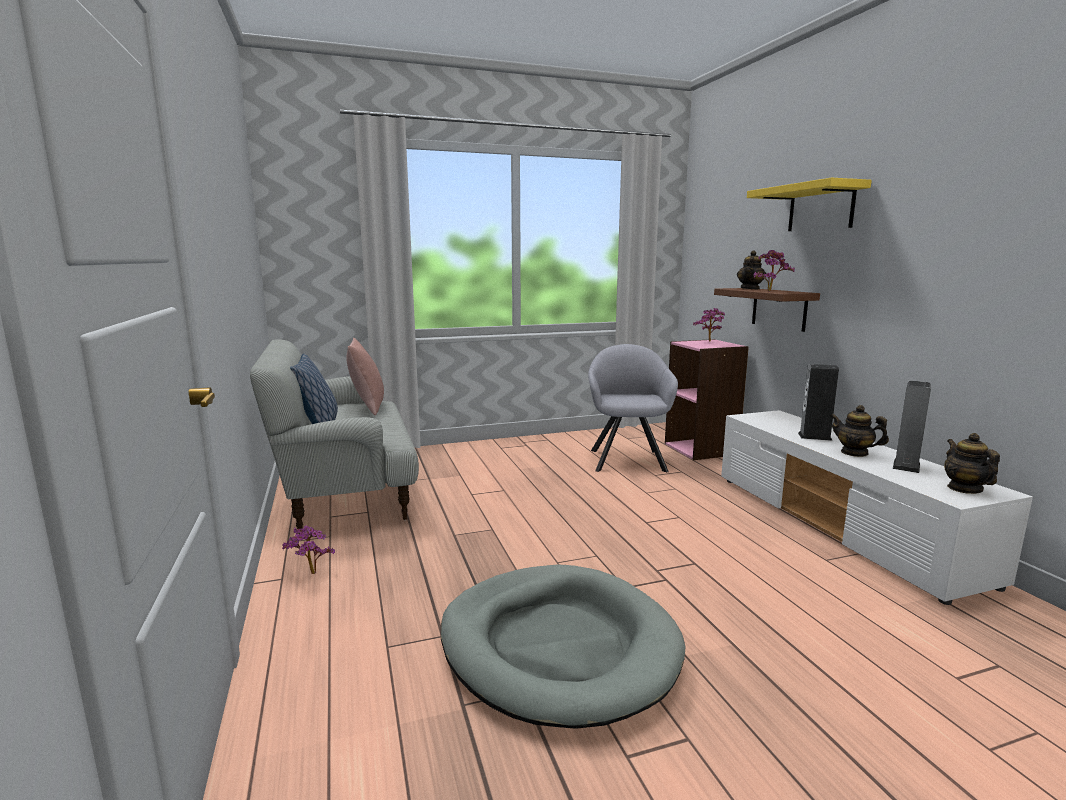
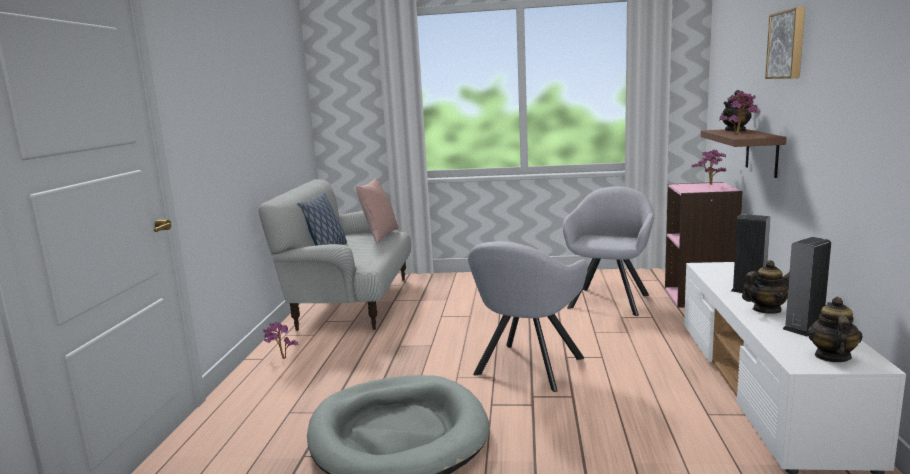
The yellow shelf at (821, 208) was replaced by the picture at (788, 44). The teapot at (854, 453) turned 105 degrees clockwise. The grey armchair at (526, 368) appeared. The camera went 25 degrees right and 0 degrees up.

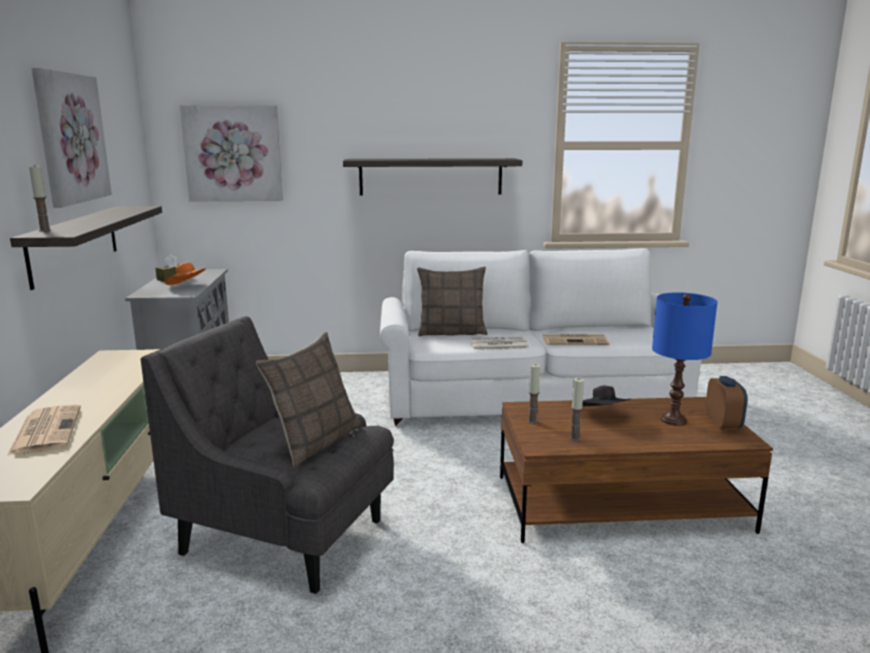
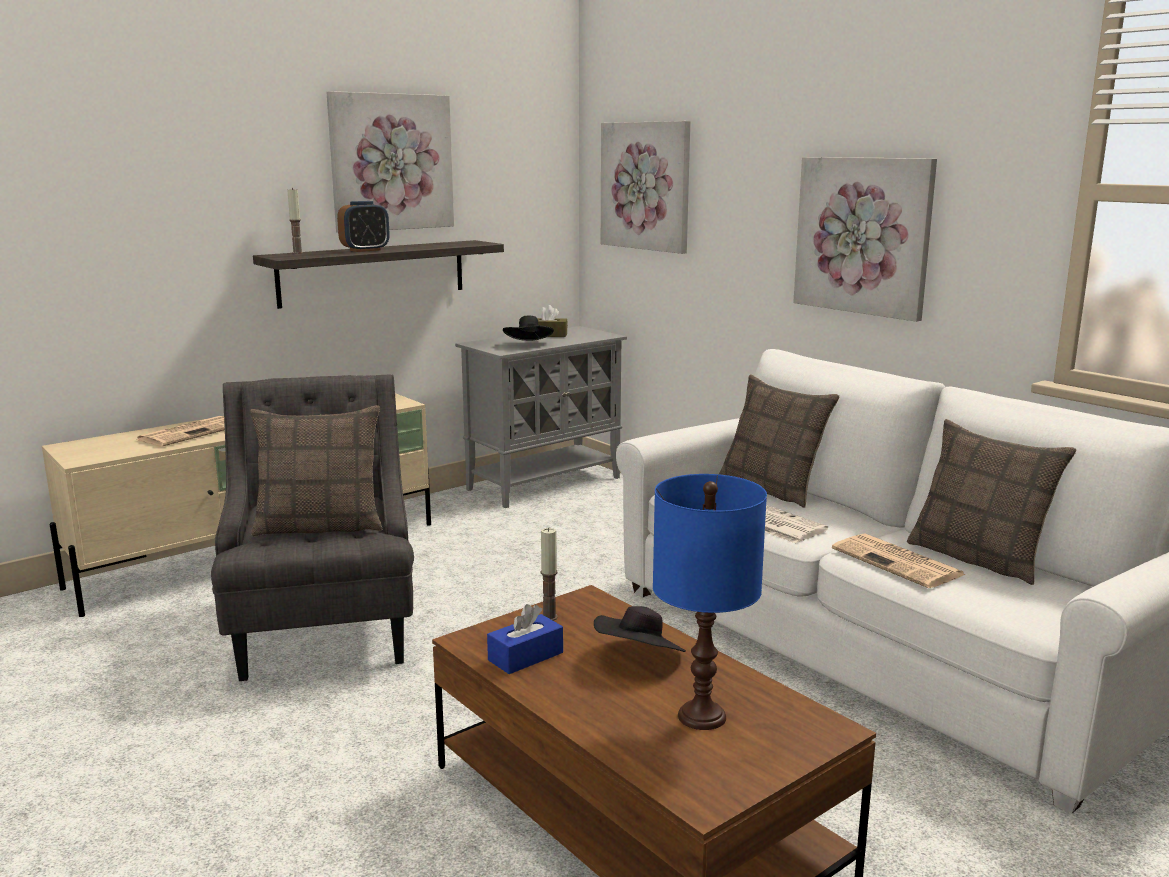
The orange hat at (187, 286) became the black hat at (529, 344). The shelf at (431, 176) was replaced by the picture at (863, 235). The candle at (575, 438) was replaced by the blue tissue box at (525, 656). The alarm clock moved from (723, 424) to (365, 250). The pillow at (979, 558) appeared. The camera went 55 degrees right and 0 degrees up.

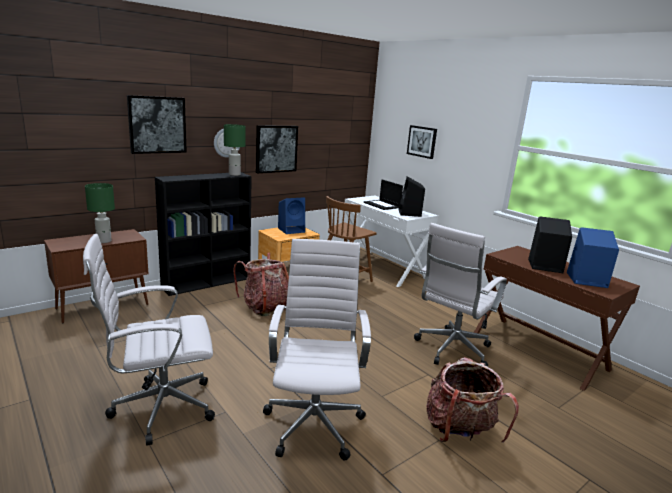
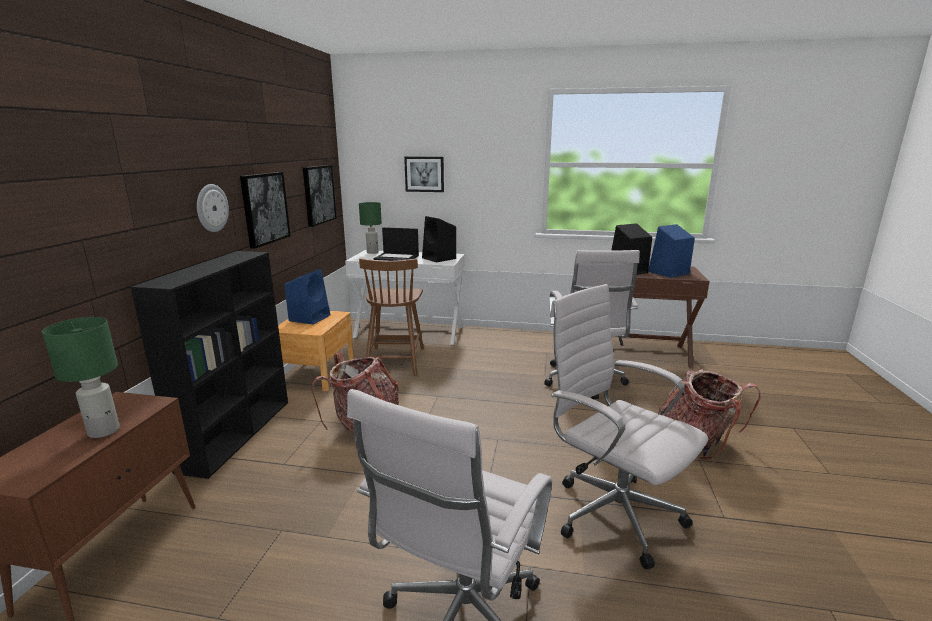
The picture moved from (157, 125) to (318, 194). The green table lamp moved from (234, 174) to (372, 252). The camera went 40 degrees left and 0 degrees up.

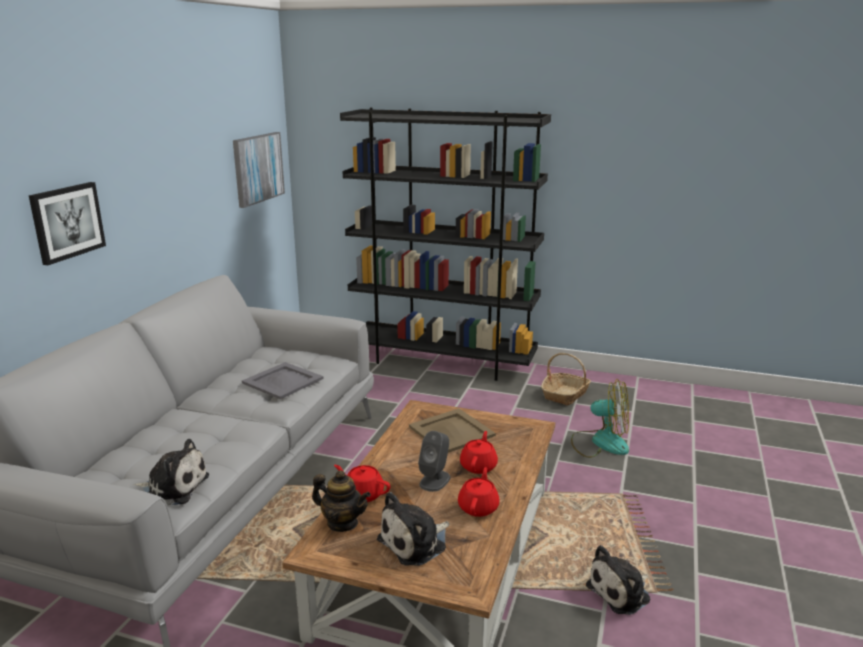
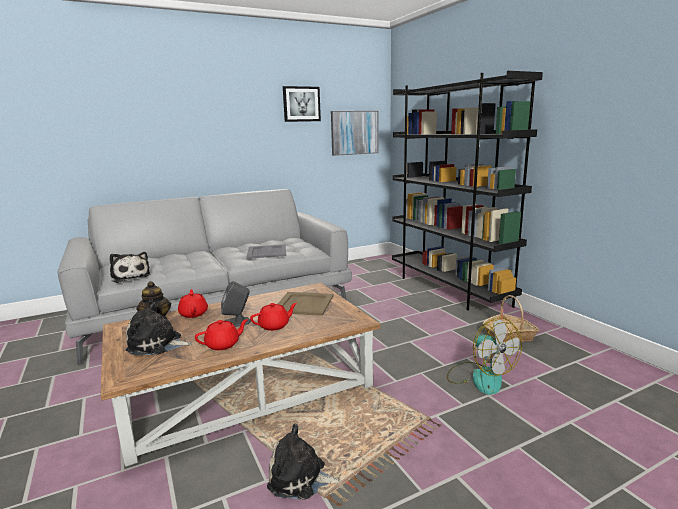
The picture moved from (67, 222) to (301, 104). The camera went 45 degrees right and 5 degrees down.

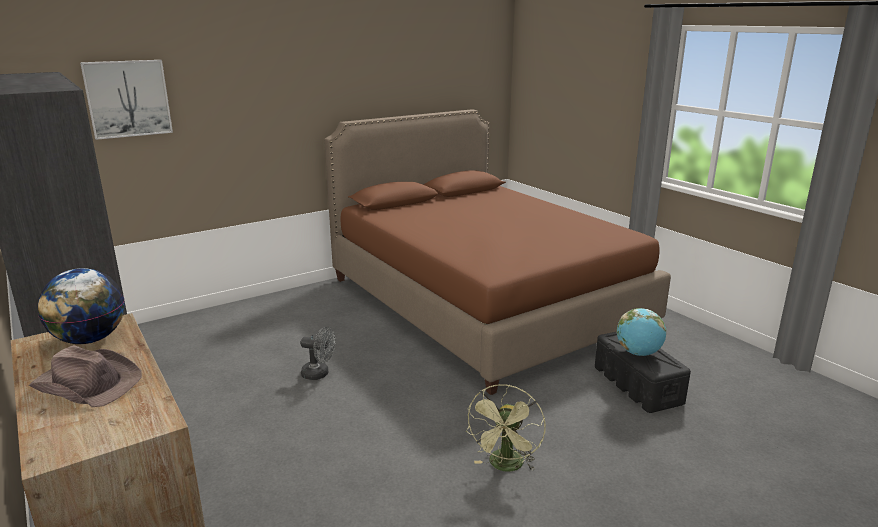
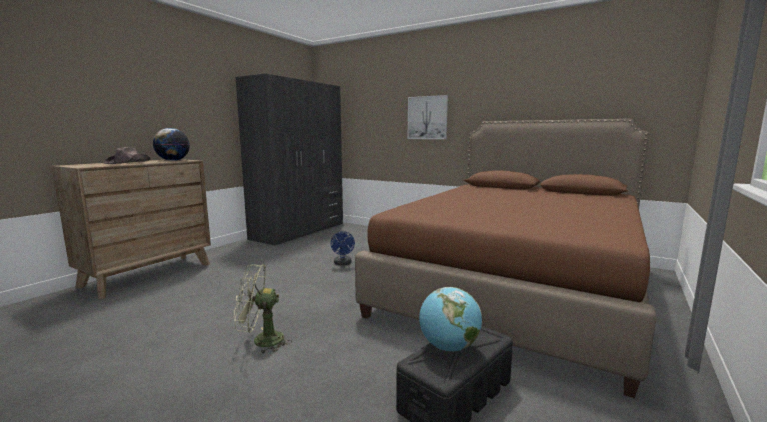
The picture moved from (128, 98) to (427, 117). The grey fan at (319, 374) became the blue fan at (343, 264). The camera went 65 degrees right and 10 degrees down.

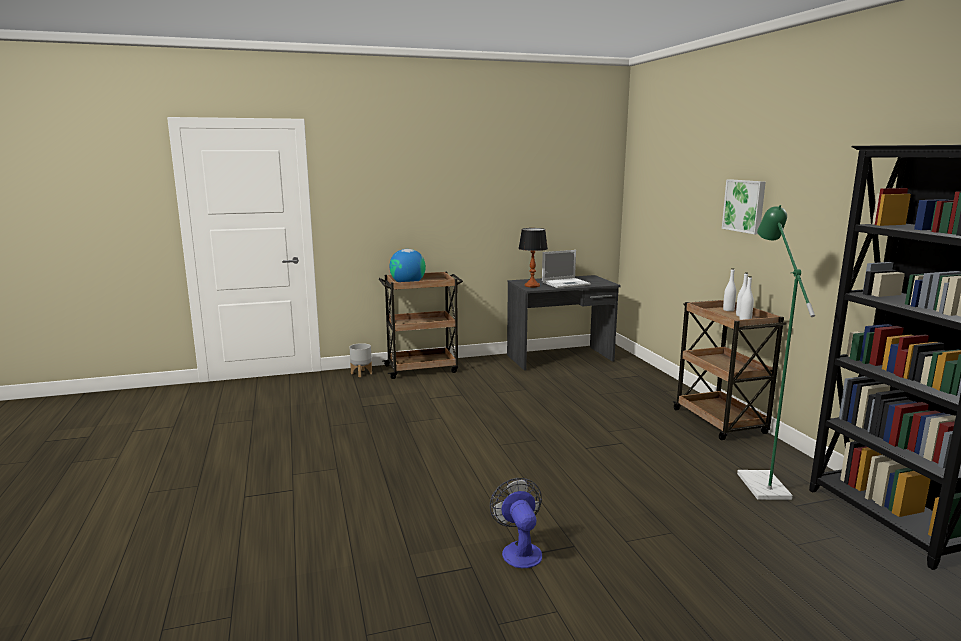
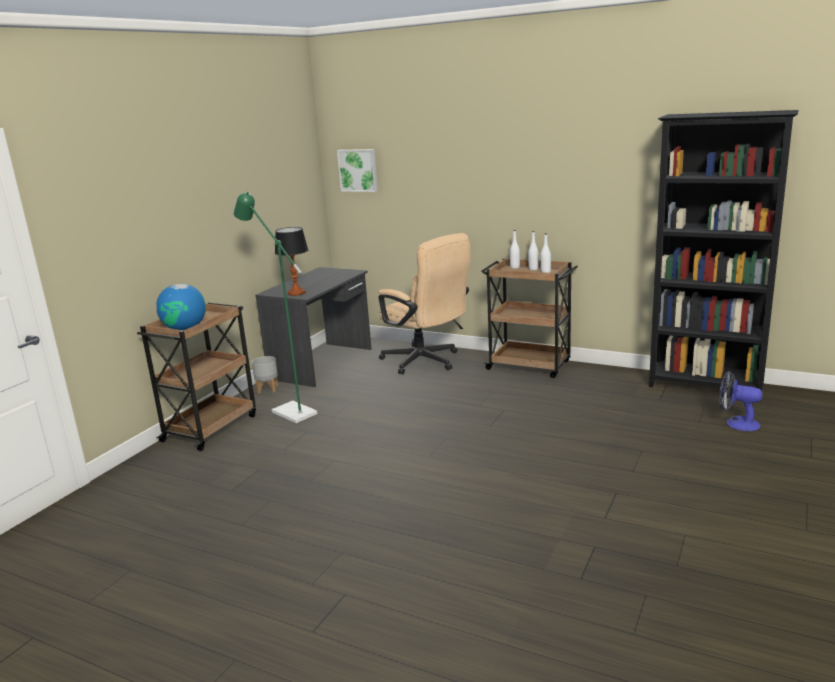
The grey planter moved from (361, 373) to (267, 389). The fan moved from (519, 550) to (736, 423). The laptop at (566, 283) disappeared. The picture moved from (745, 206) to (358, 170). The green floor lamp moved from (758, 480) to (289, 411). The beige office chair at (426, 362) appeared. The camera went 45 degrees left and 5 degrees up.

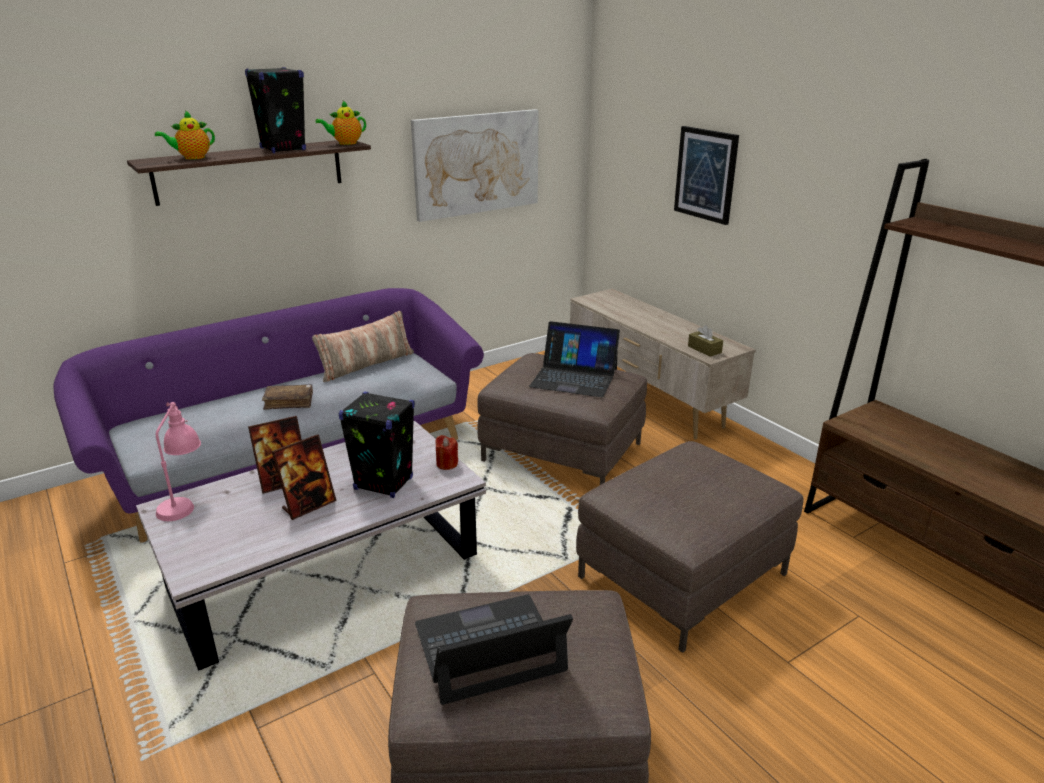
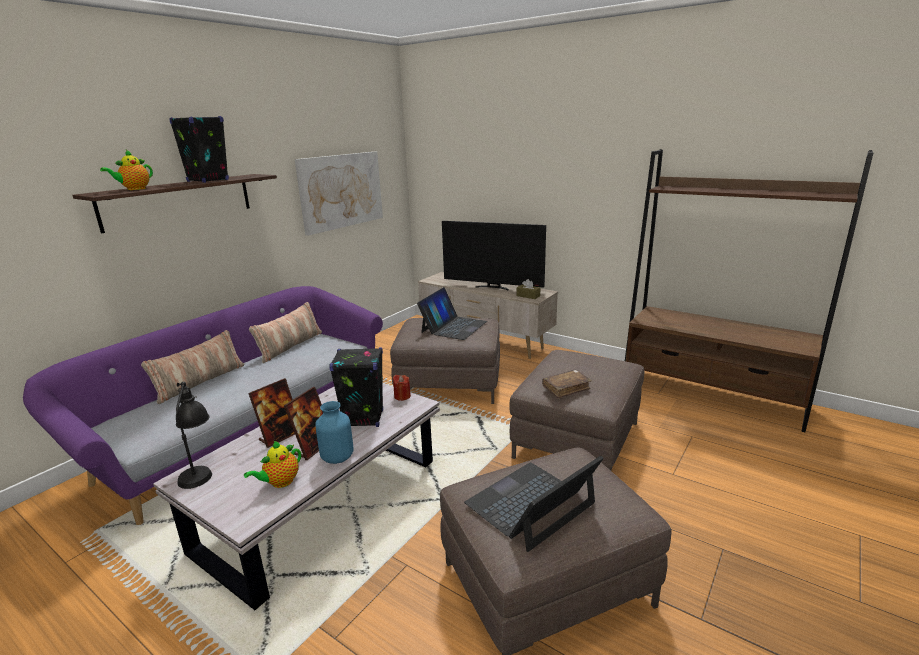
The pink table lamp at (183, 501) became the black table lamp at (198, 469). The brown book moved from (289, 402) to (566, 388). The teapot moved from (345, 143) to (280, 482). The laptop at (574, 377) turned 60 degrees counterclockwise. The picture at (706, 174) disappeared. The pillow at (200, 382) appeared. The blue vase at (337, 457) appeared. The television at (493, 287) appeared. The camera went 20 degrees left and 5 degrees down.

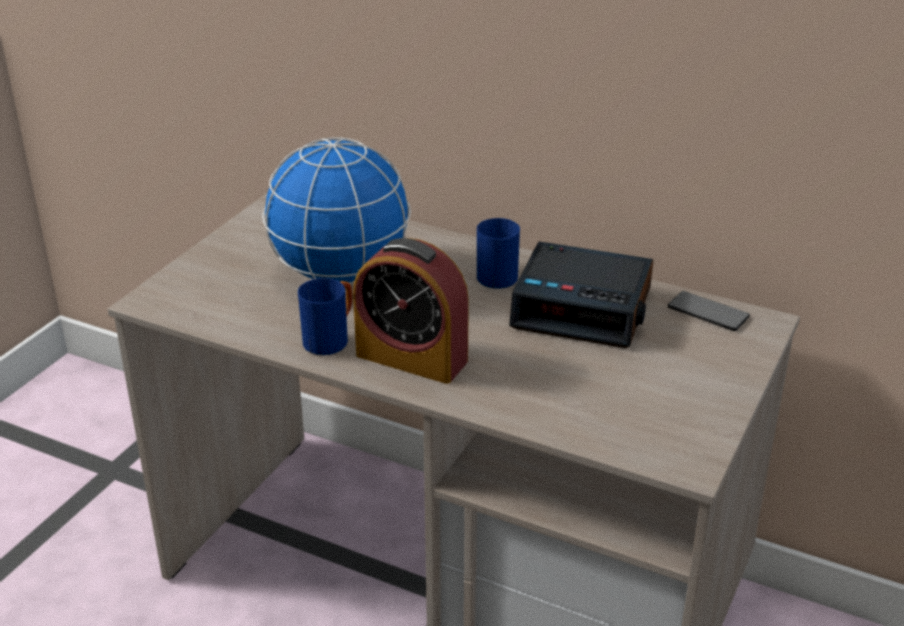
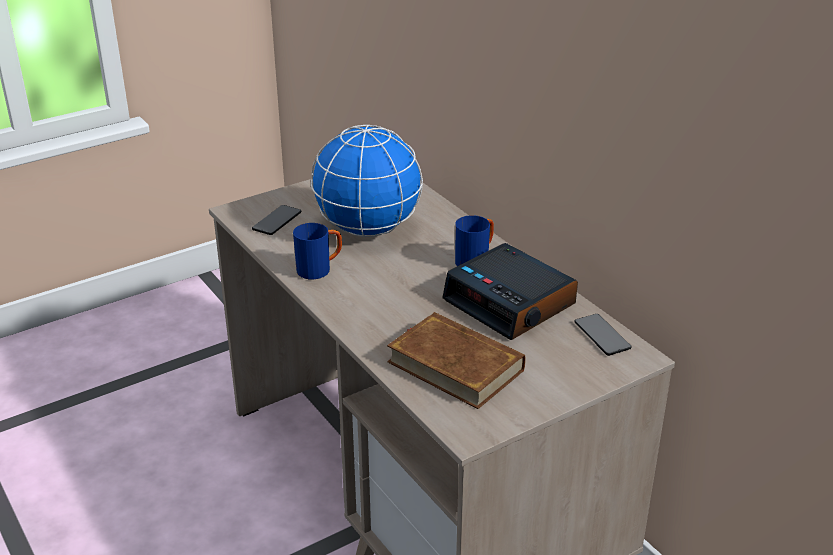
The alarm clock at (411, 358) disappeared. The phone at (277, 221) appeared. The brown book at (455, 365) appeared. The camera went 30 degrees right and 0 degrees up.

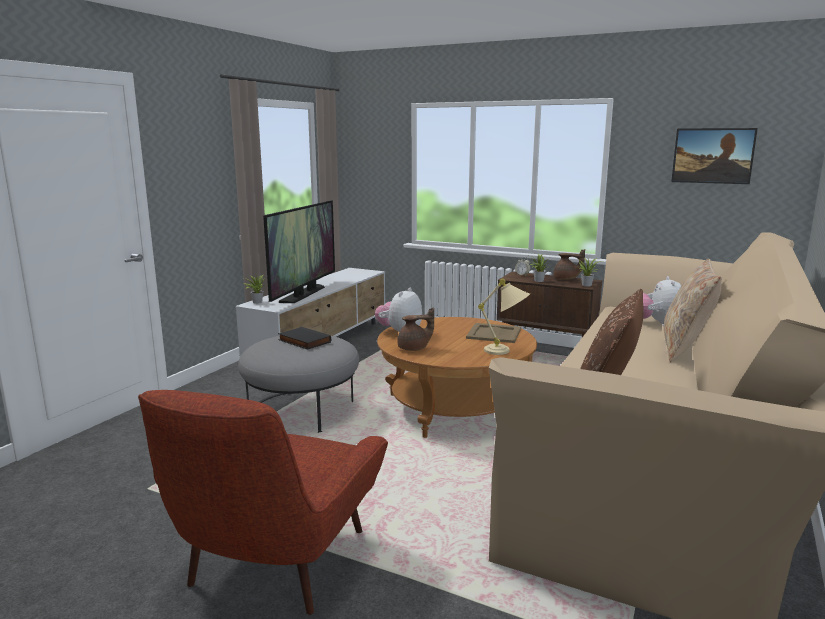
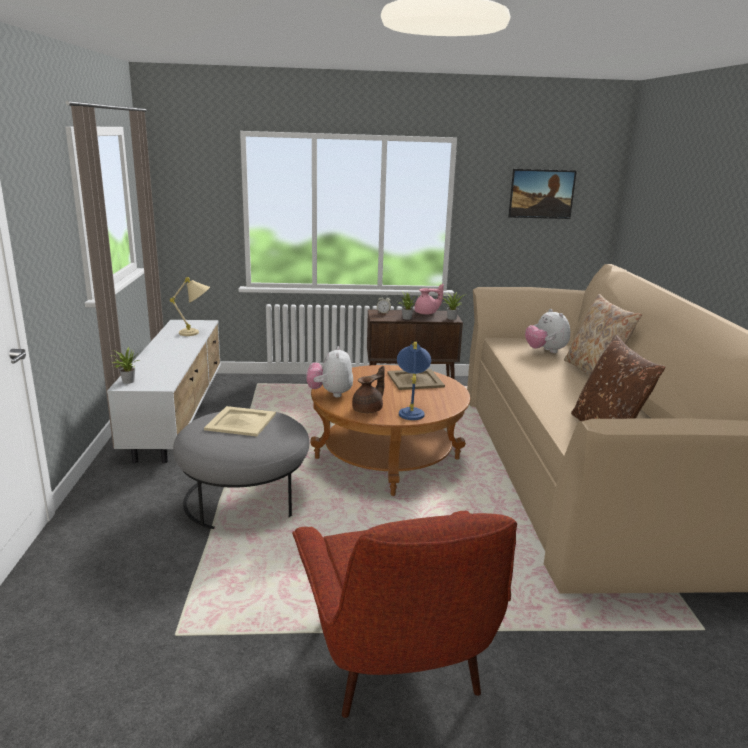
The television at (303, 294) disappeared. The black book at (303, 341) was replaced by the beige tray at (240, 422). The beige table lamp moved from (506, 352) to (196, 333). The brown teapot at (566, 279) became the pink teapot at (426, 313). The blue table lamp at (411, 411) appeared. The camera went 30 degrees left and 5 degrees up.

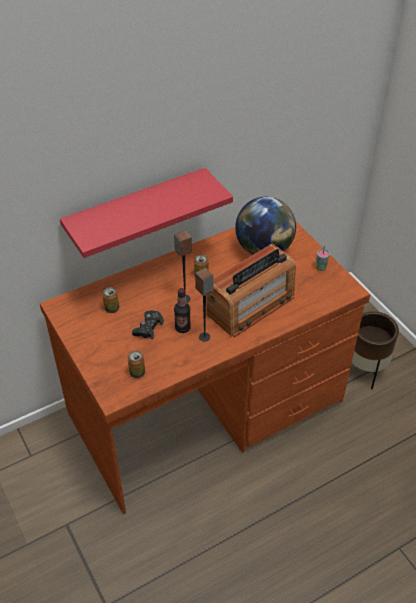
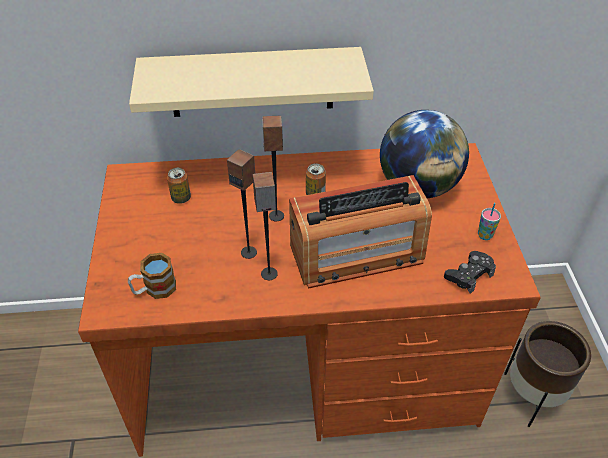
The red shelf at (136, 212) became the beige shelf at (252, 82). The can at (137, 373) was replaced by the mug at (154, 289). The black game controller moved from (148, 328) to (469, 275). The bottle at (182, 328) was replaced by the speaker at (249, 252). The camera went 25 degrees right and 0 degrees up.

